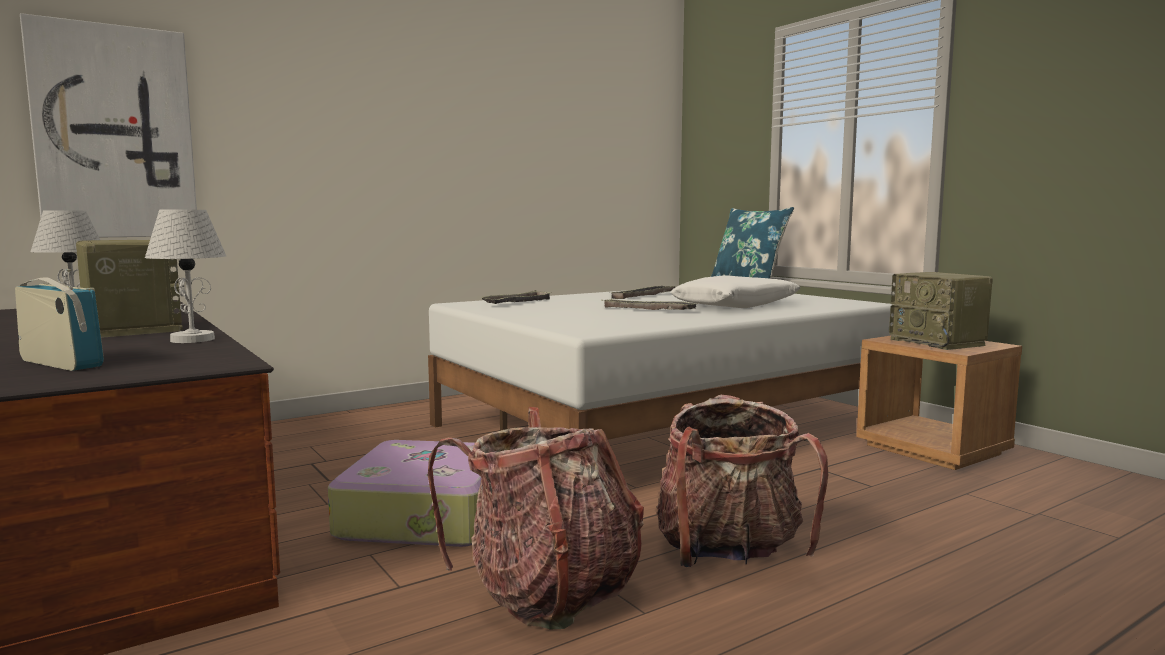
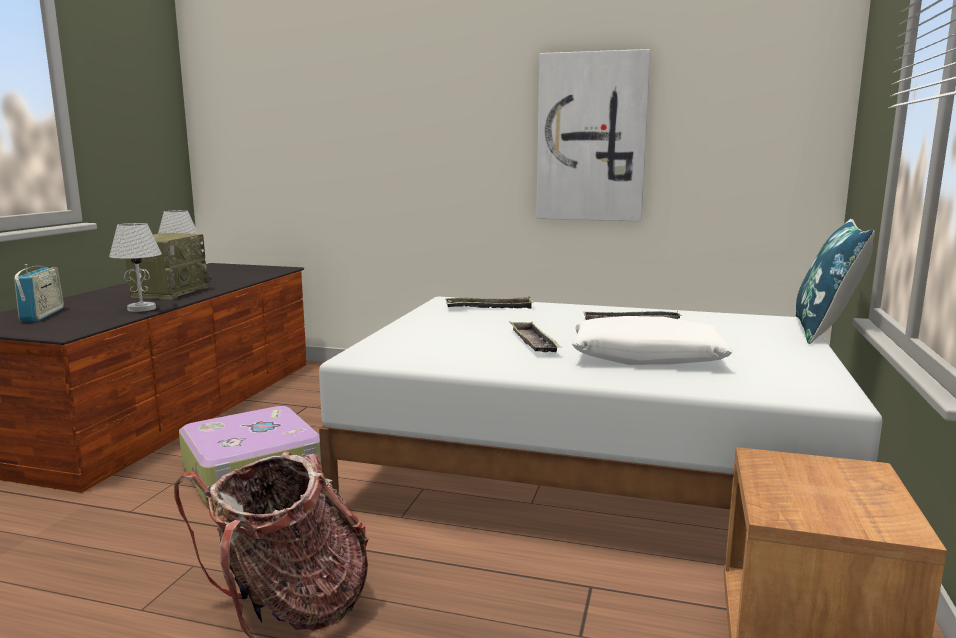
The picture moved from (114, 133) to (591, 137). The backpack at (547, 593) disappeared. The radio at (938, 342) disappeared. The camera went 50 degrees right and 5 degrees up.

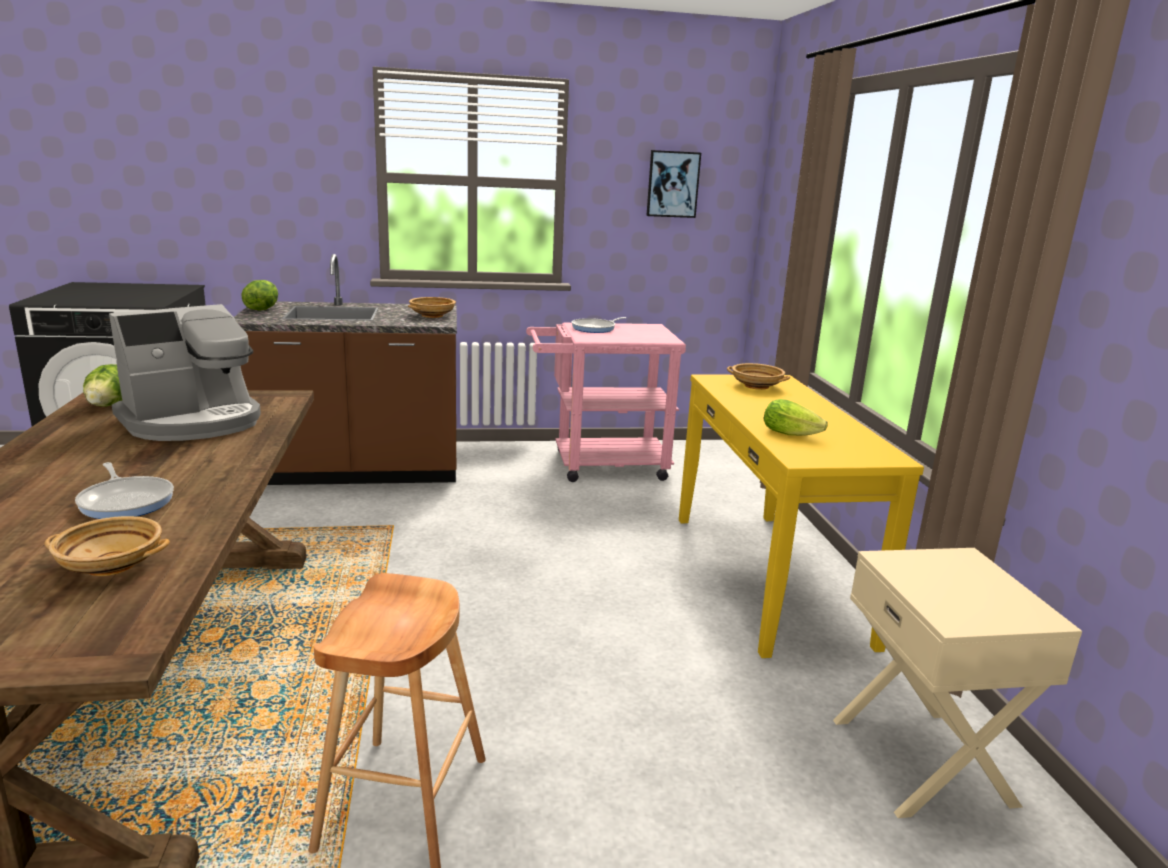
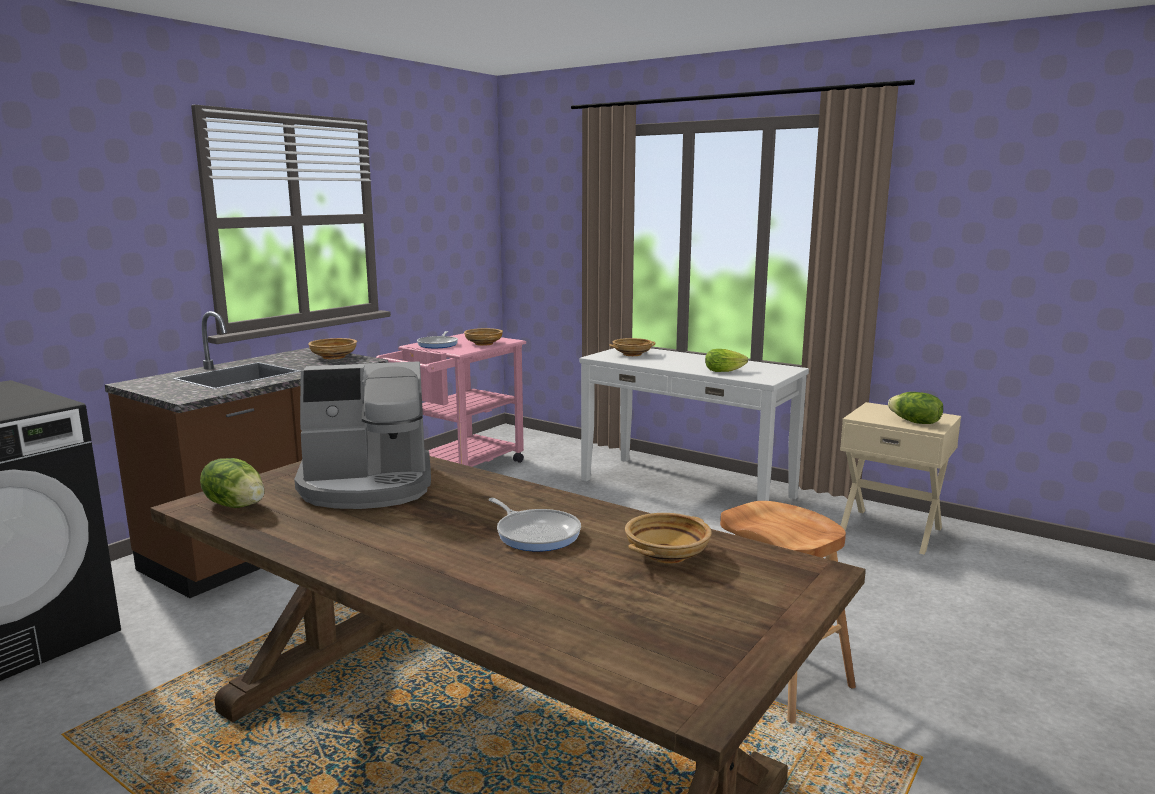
The frying pan at (126, 501) turned 45 degrees clockwise. The coffee machine at (193, 421) turned 75 degrees clockwise. The lettuce moved from (262, 309) to (914, 422). The picture at (673, 184) disappeared. The yellow console table at (768, 576) became the white console table at (686, 488). The beige bowl at (483, 343) appeared. The camera went 45 degrees left and 5 degrees down.

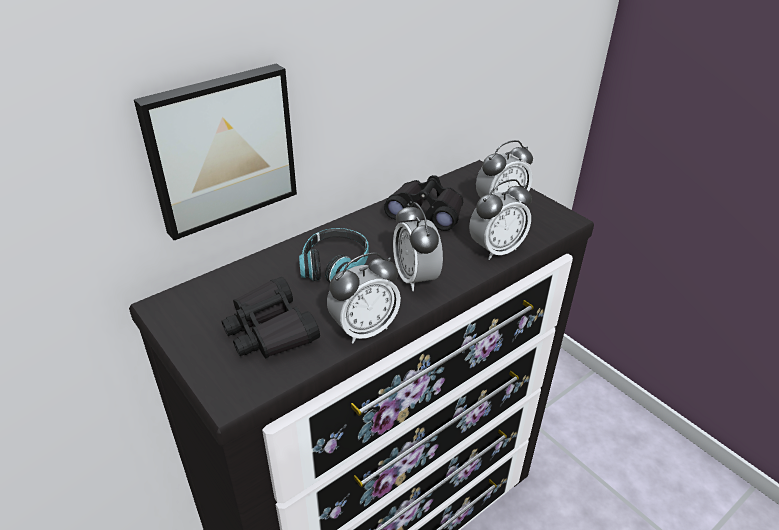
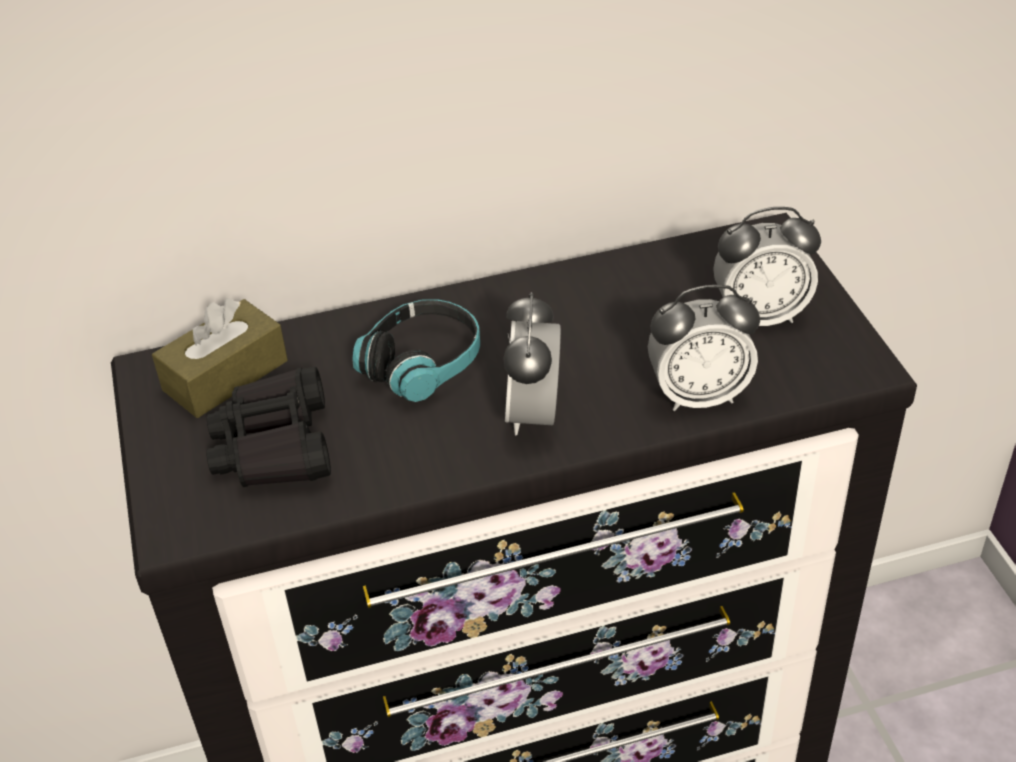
The picture at (220, 149) disappeared. The alarm clock at (364, 329) disappeared. The black binoculars at (426, 212) disappeared. The brown tissue box at (225, 375) appeared. The camera went 25 degrees right and 5 degrees up.

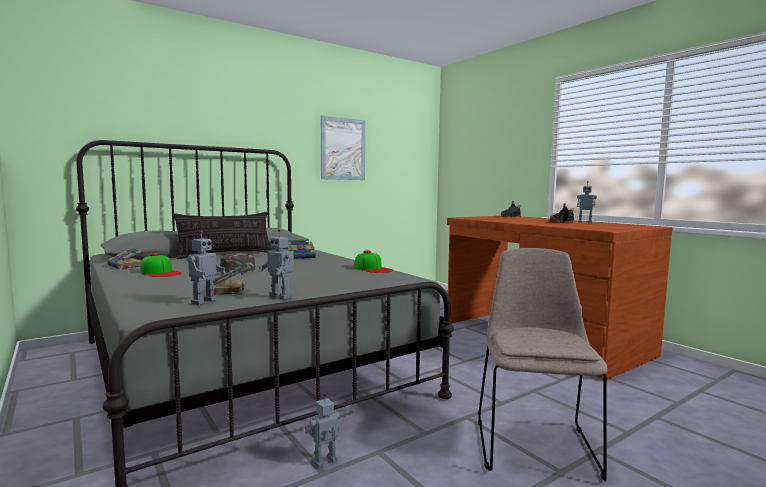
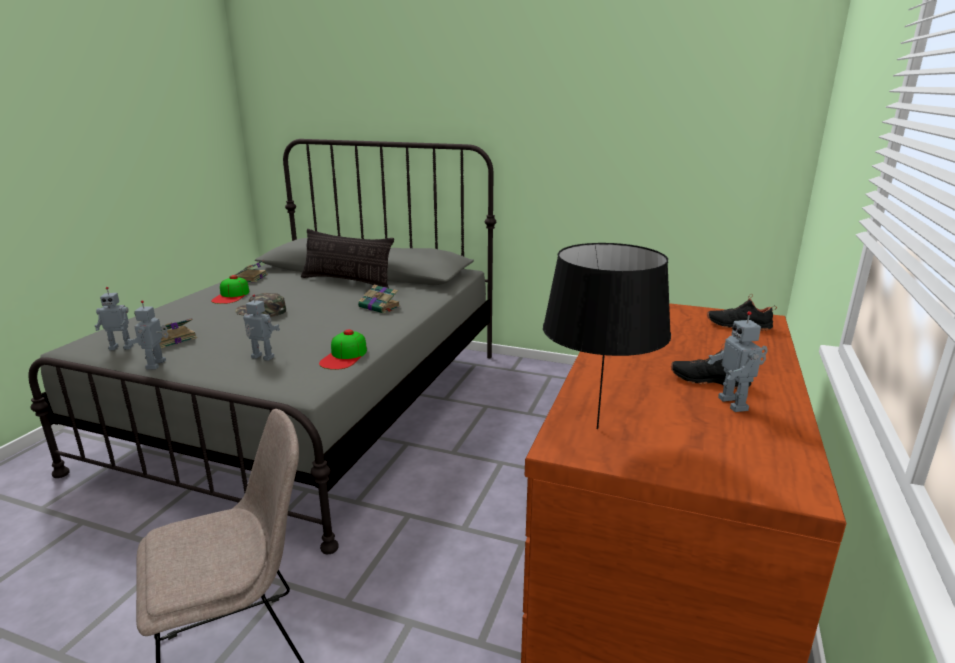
The toy robot moved from (325, 462) to (261, 358). The picture at (343, 149) disappeared. The black table lamp at (597, 429) appeared. The camera went 55 degrees right and 15 degrees up.

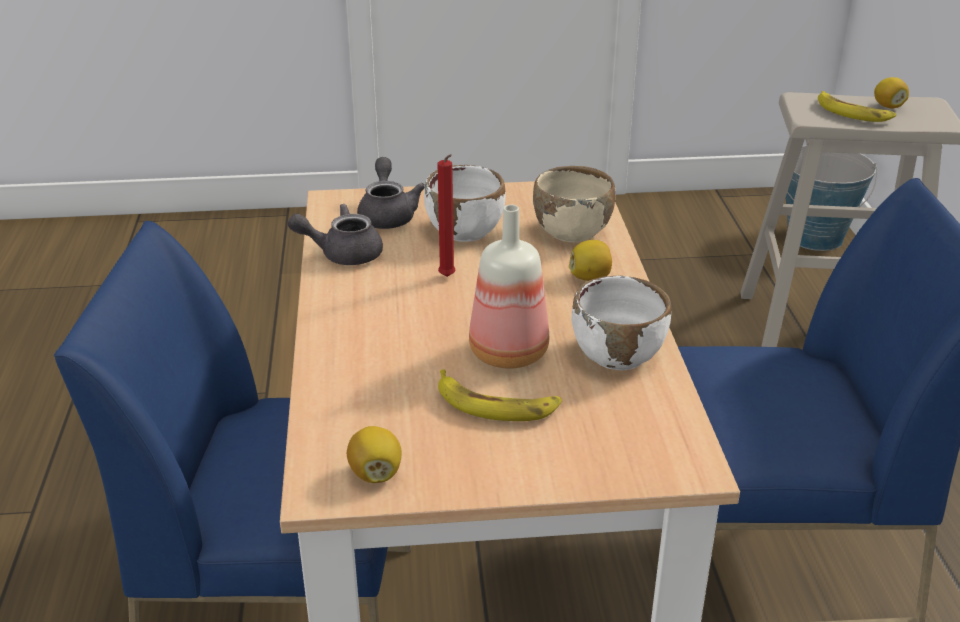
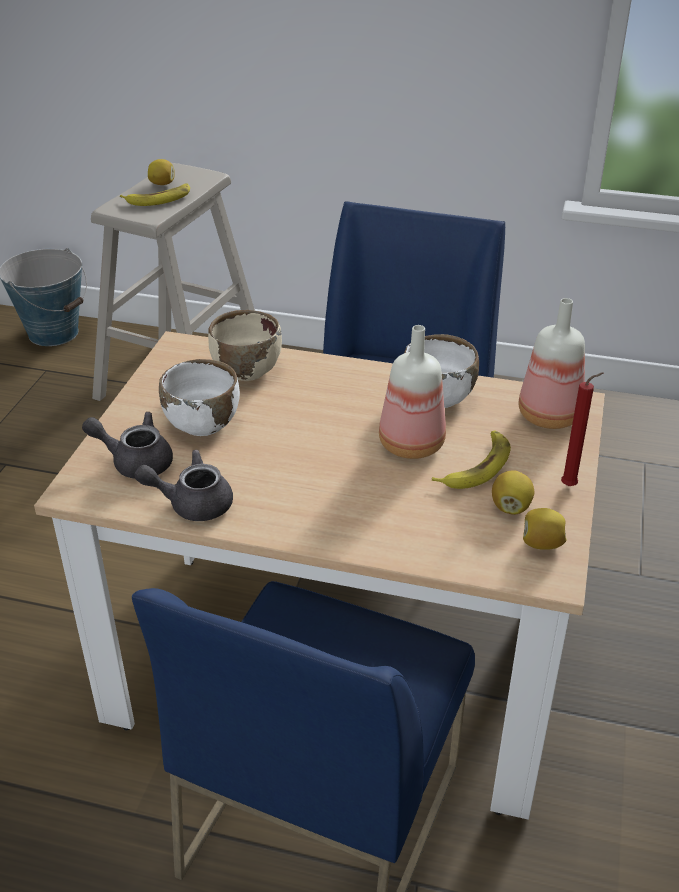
The grey teapot at (342, 254) turned 75 degrees clockwise. The red candle moved from (448, 278) to (571, 486). The lemon moved from (590, 277) to (511, 507). The bottle at (551, 417) appeared. The camera went 70 degrees left and 5 degrees up.

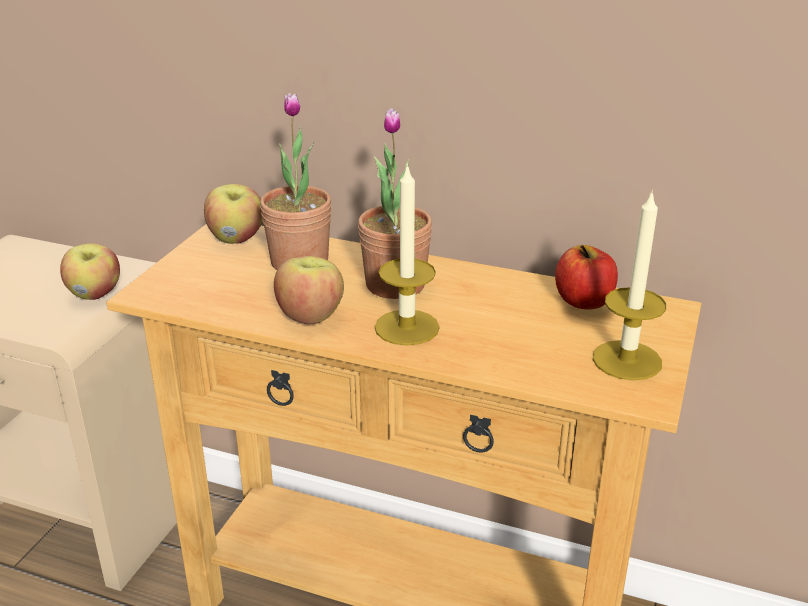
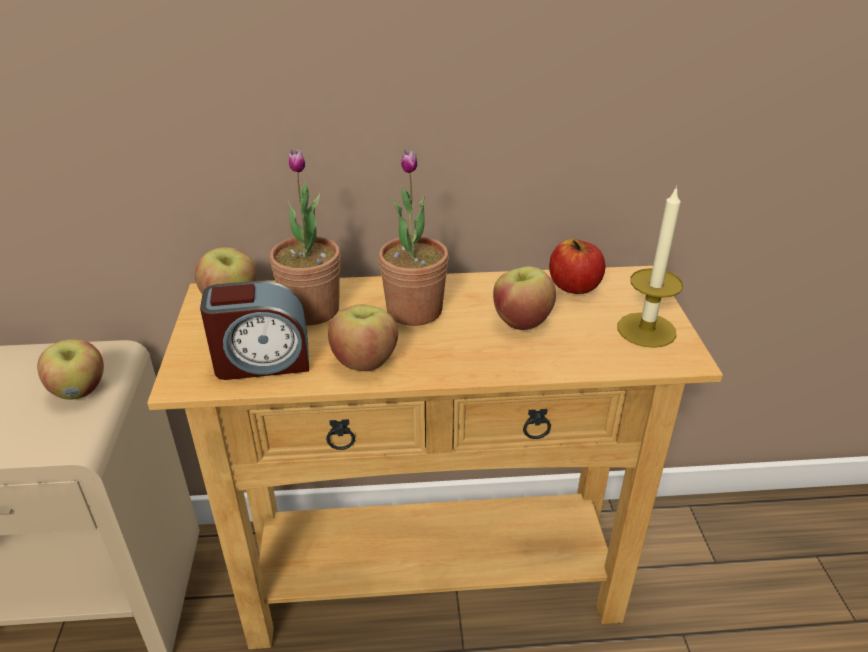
The candle at (407, 327) disappeared. The alarm clock at (262, 361) appeared. The apple at (521, 321) appeared. The camera went 25 degrees left and 5 degrees up.

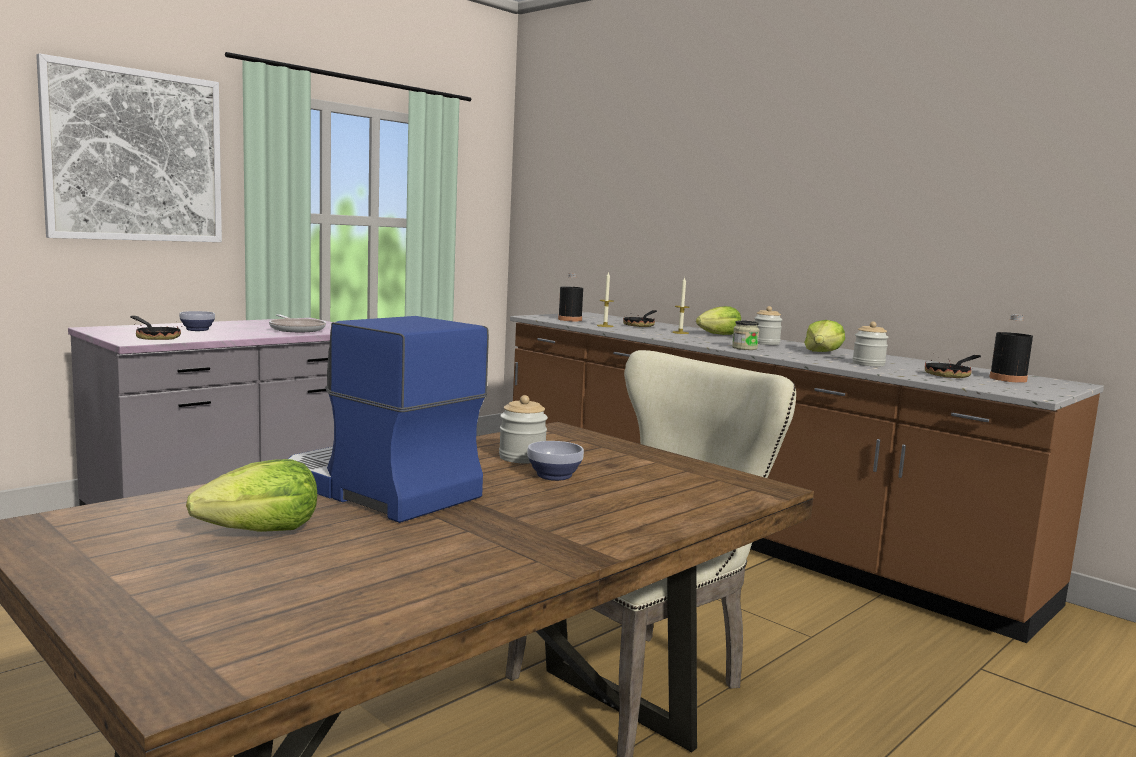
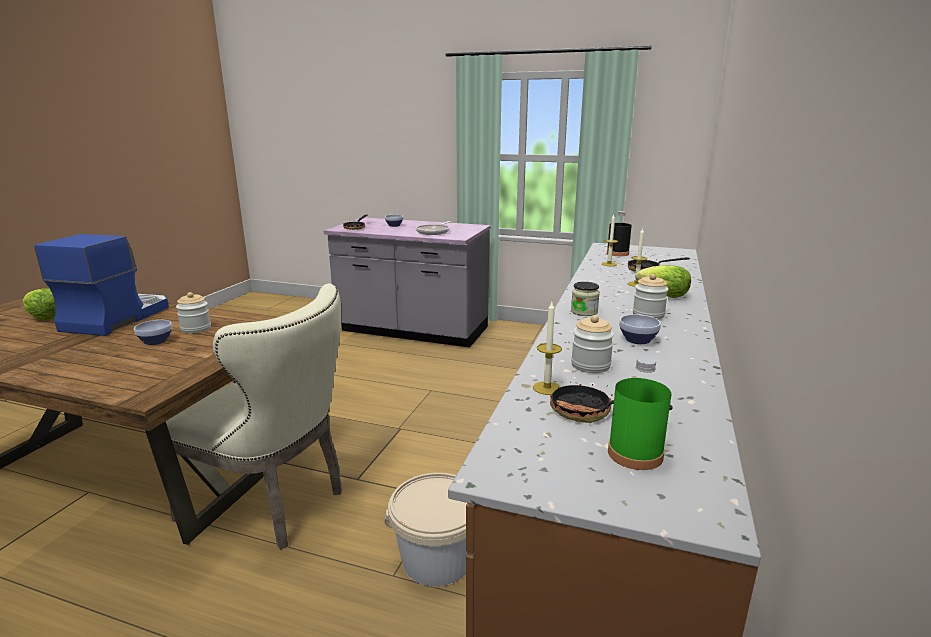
The picture at (135, 156) disappeared. The lettuce at (822, 352) was replaced by the bowl at (639, 340). The black bottle at (1008, 379) became the green bottle at (635, 454). The beige bucket at (437, 559) appeared. The candle at (547, 388) appeared. The camera went 65 degrees right and 10 degrees up.

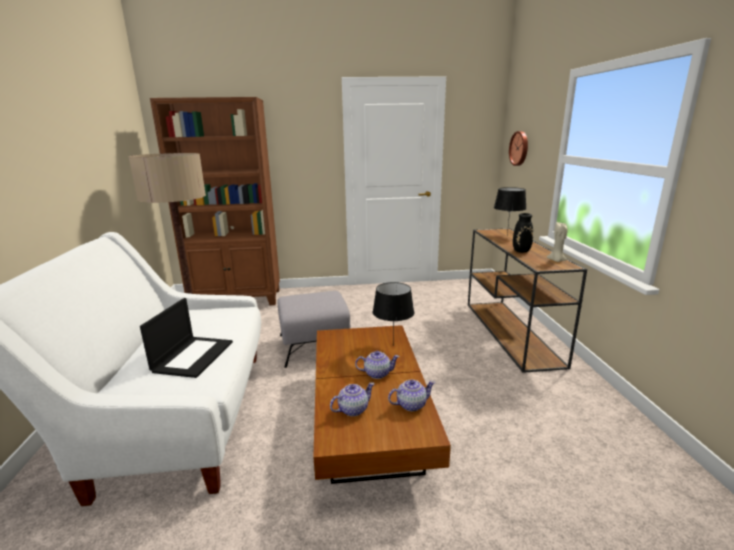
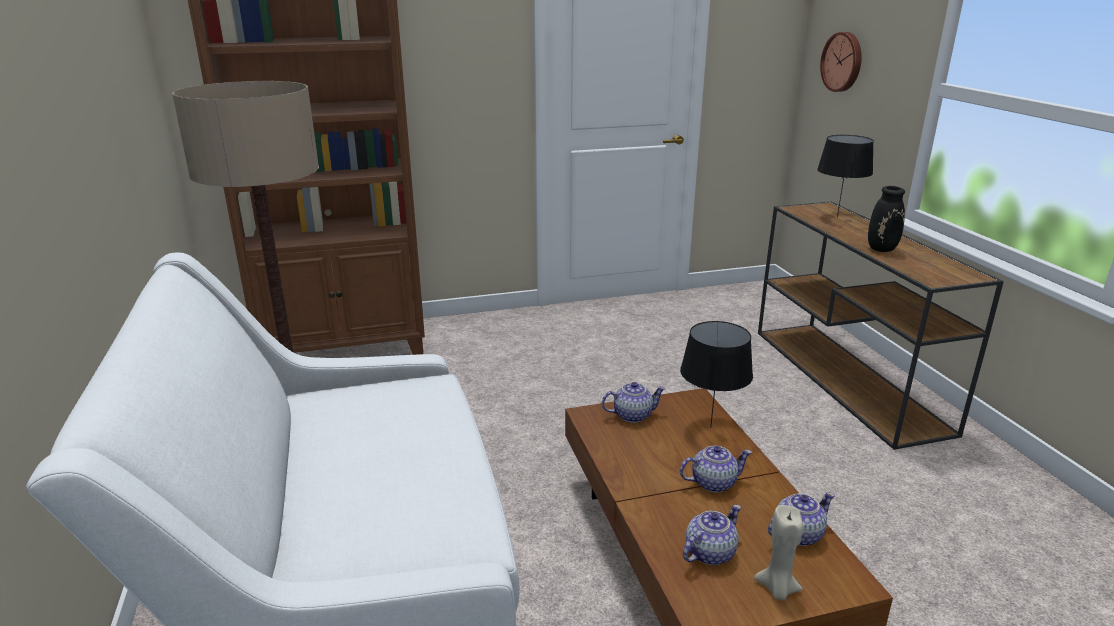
The laptop at (193, 356) disappeared. The grey ottoman at (315, 345) disappeared. The beige candle moved from (556, 260) to (777, 589). The teapot at (632, 415) appeared. The camera went 10 degrees left and 5 degrees up.

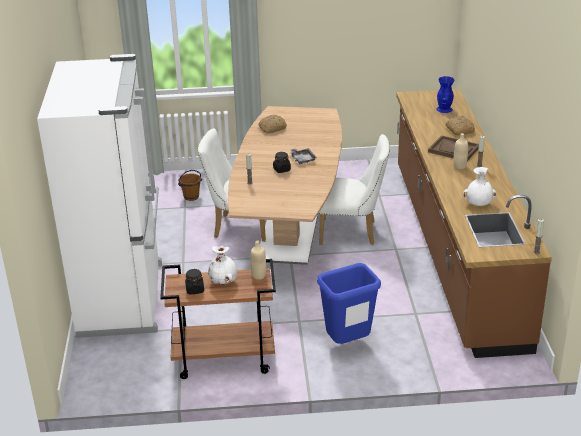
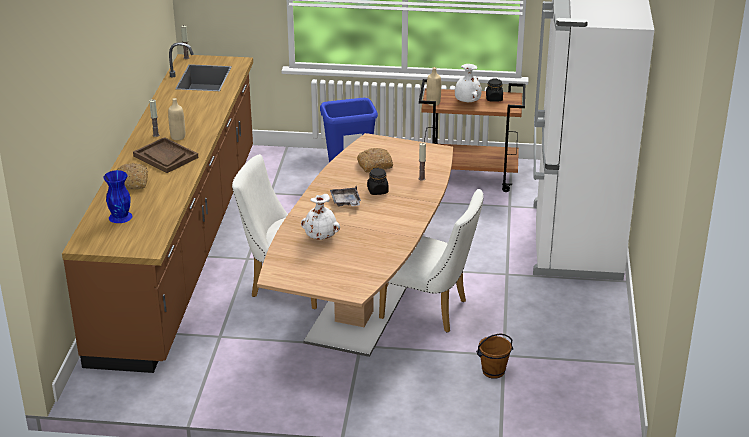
The bread moved from (272, 128) to (375, 165). The white vase moved from (478, 204) to (321, 237). The camera went 170 degrees left and 0 degrees up.

